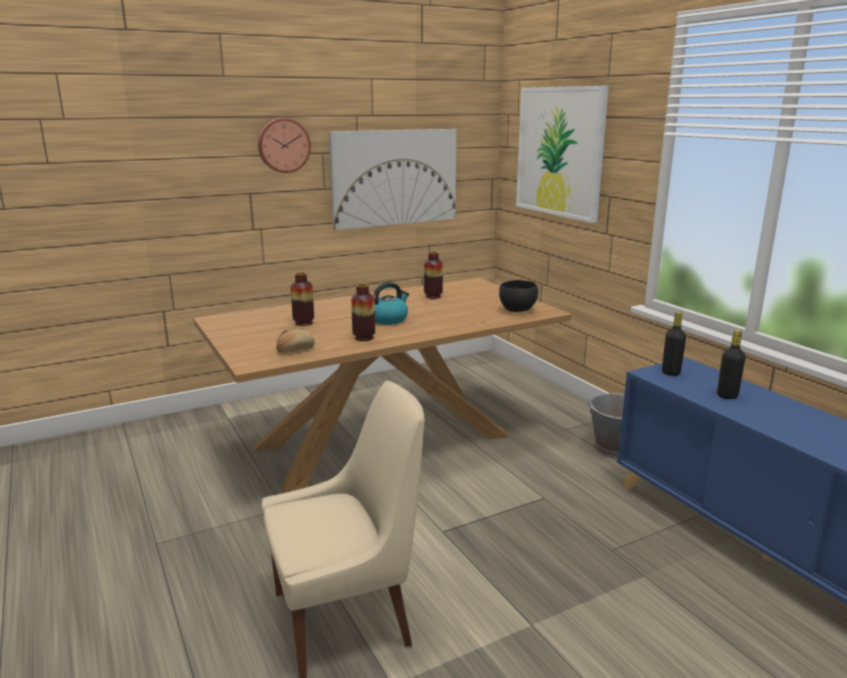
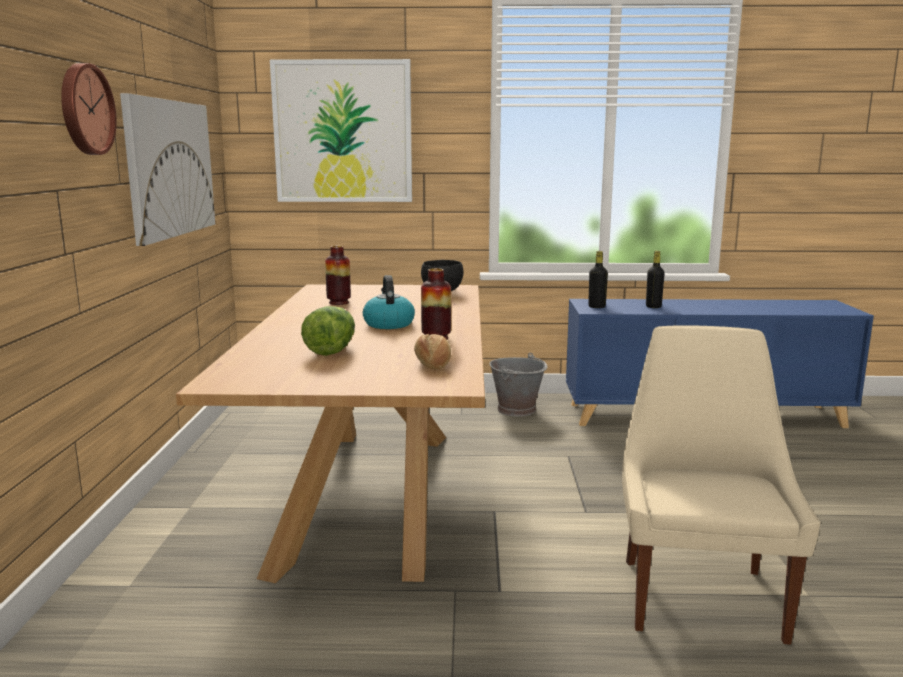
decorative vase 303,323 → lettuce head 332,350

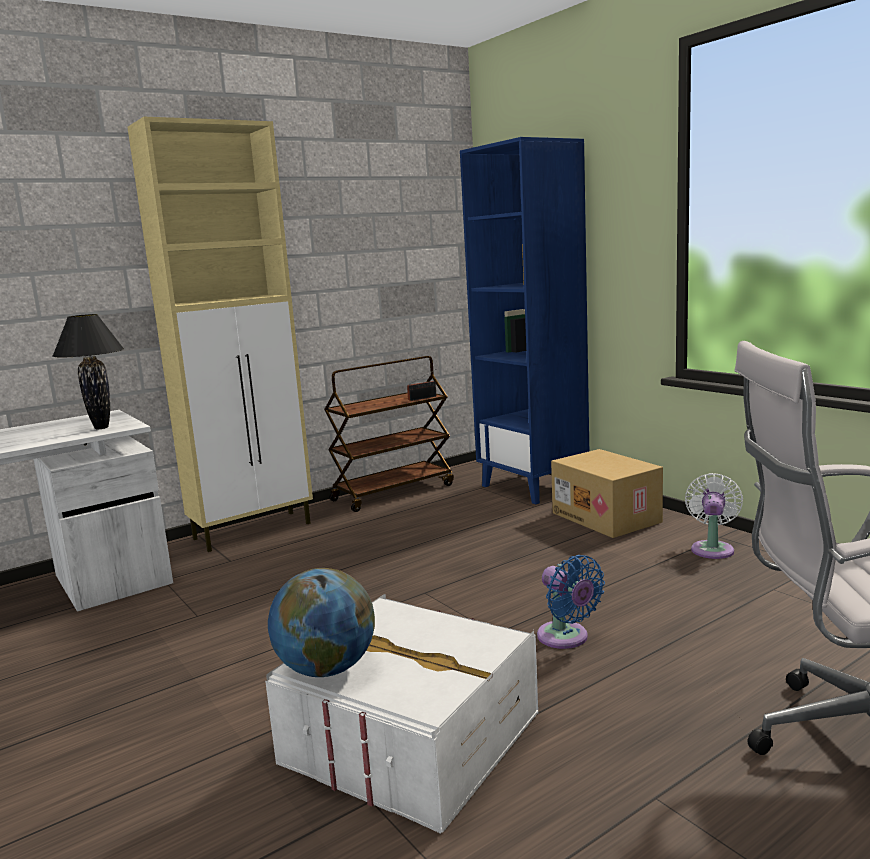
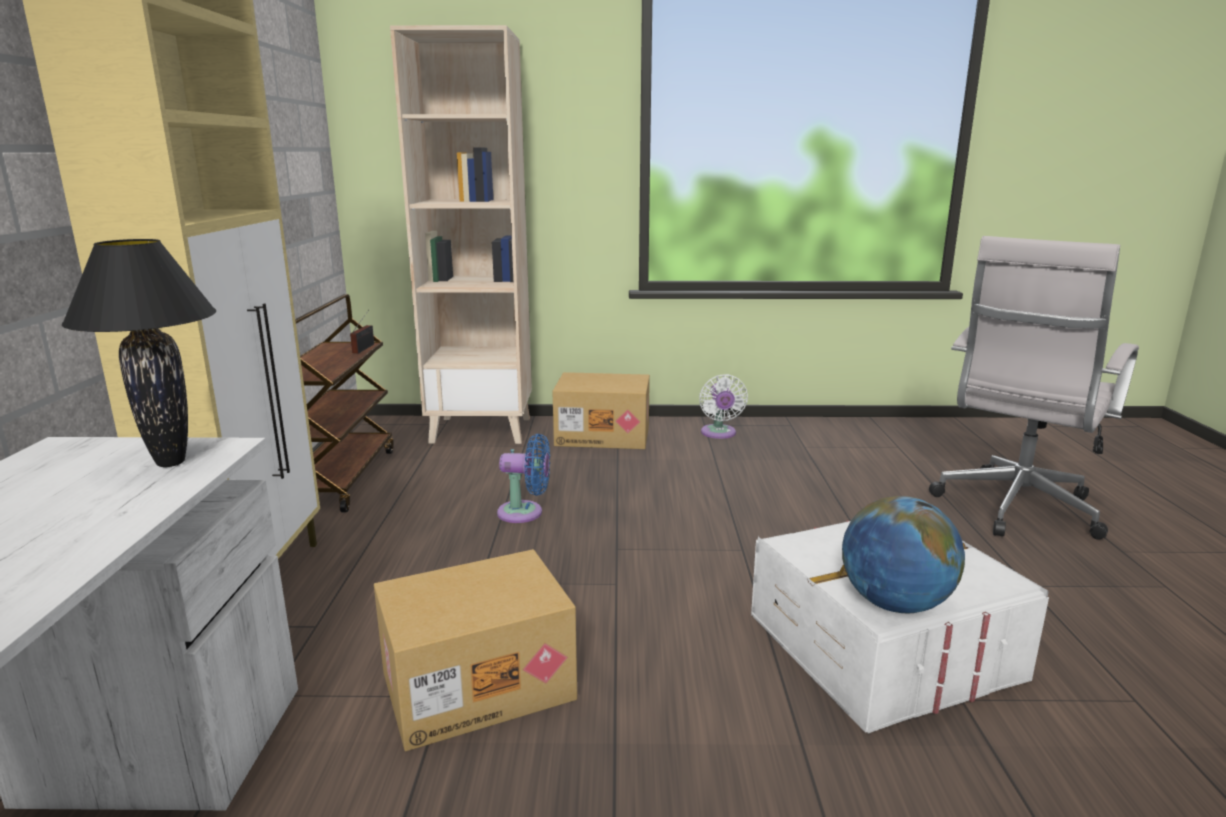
- → cardboard box 478,684
blue fan 566,638 → blue fan 525,513, move
blue bookshelf 534,487 → beige-coloured bookshelf 482,430
whitish fan 712,548 → whitish fan 719,434, 150 degrees counterclockwise

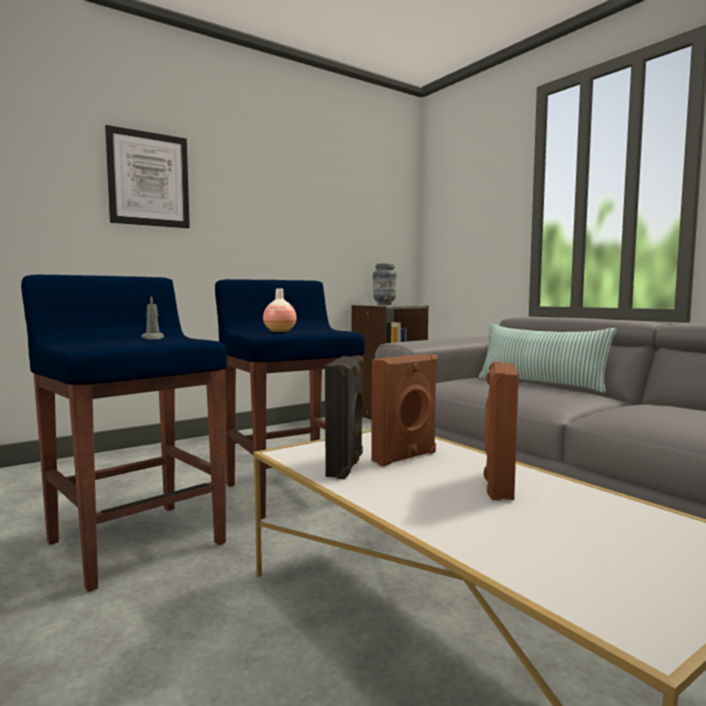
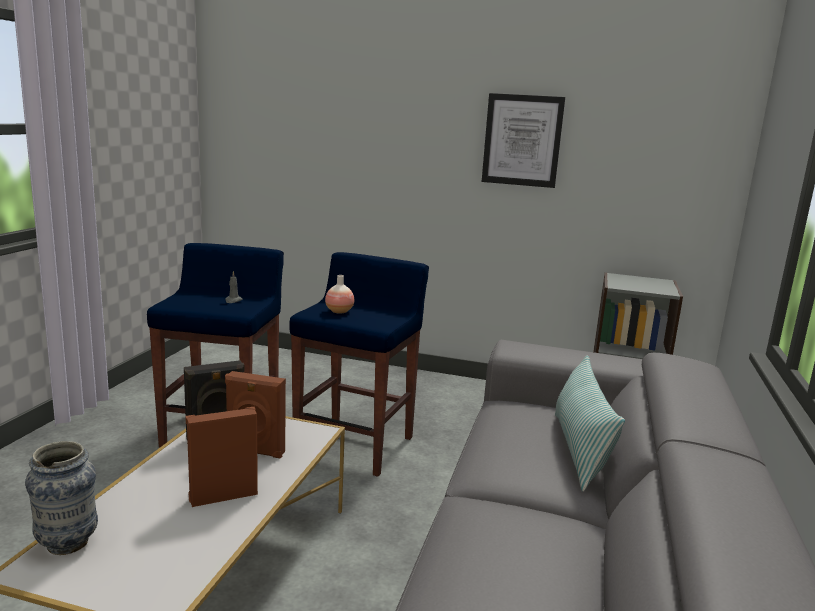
wall picture 148,179 → wall picture 522,140, move
decorative vase 384,304 → decorative vase 67,544, move

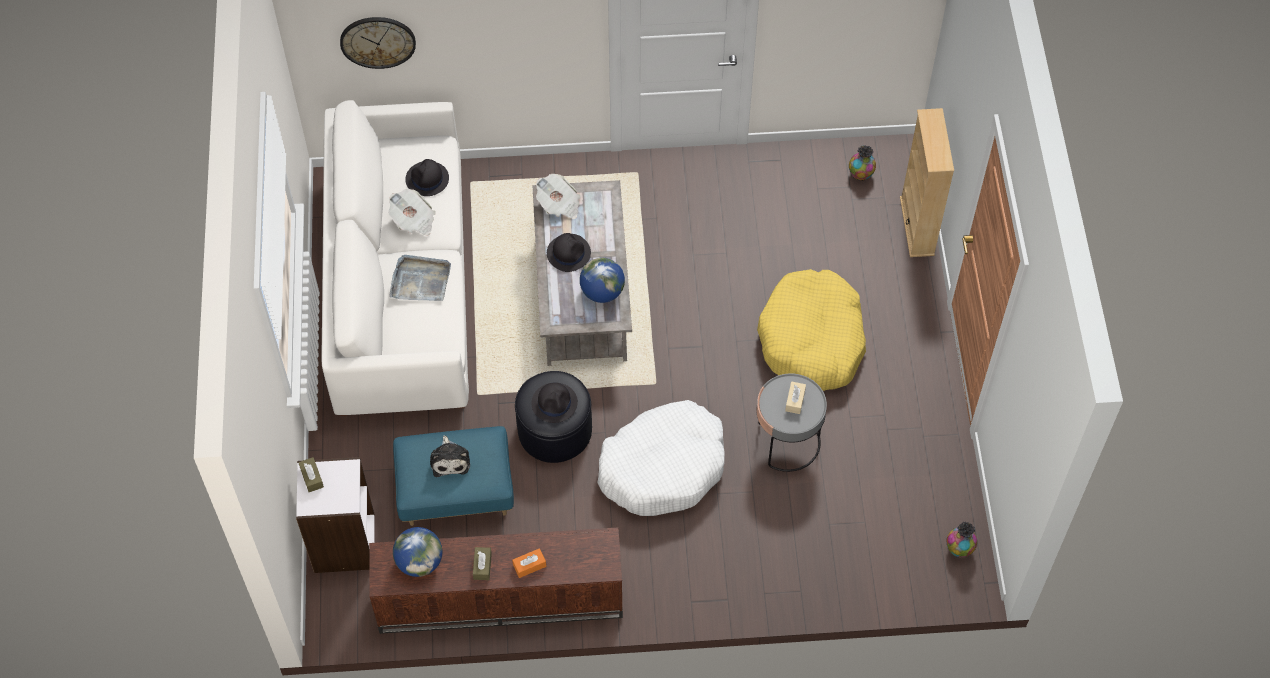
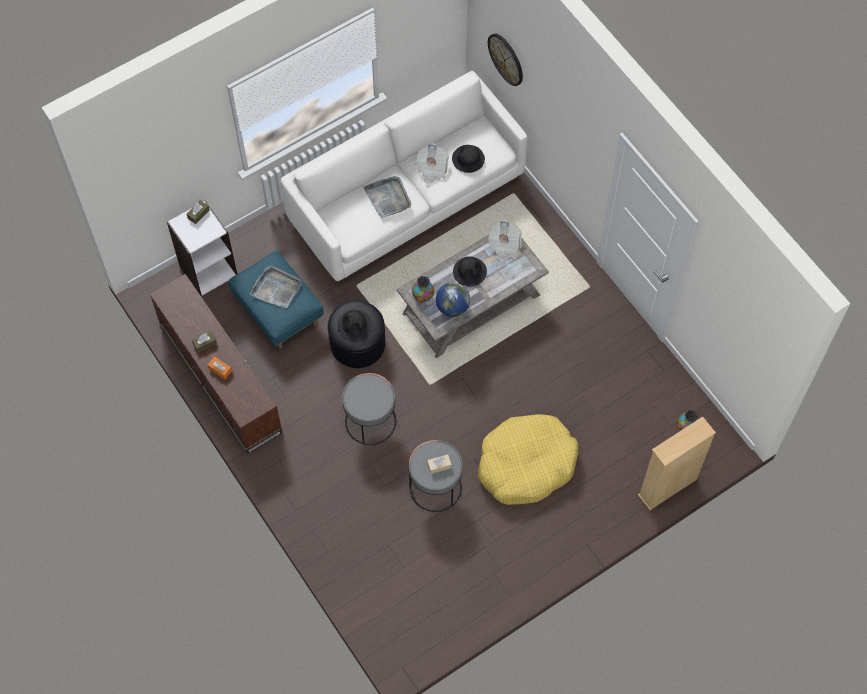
world globe 419,562 → -
decorative vase 959,549 → decorative vase 423,297, move
cuddly toy 450,460 → greyish carrying tray 276,288
whitish pet bed 663,466 → greyish end table 370,421

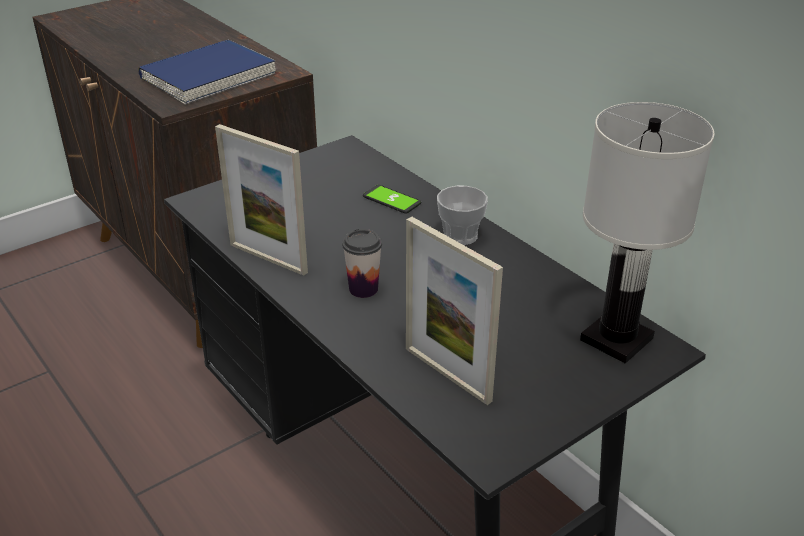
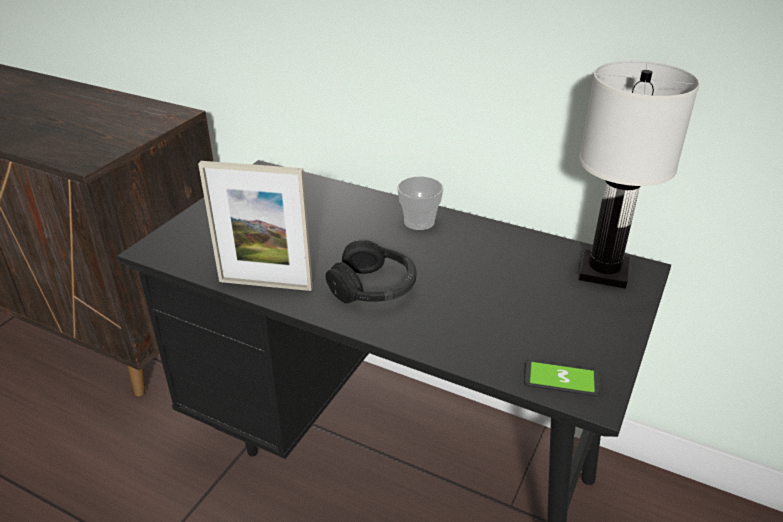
blue volume 208,77 → -
standing frame 447,374 → -
phone 391,200 → phone 561,379, move
cup 363,289 → black-coloured pair of headphones 374,288

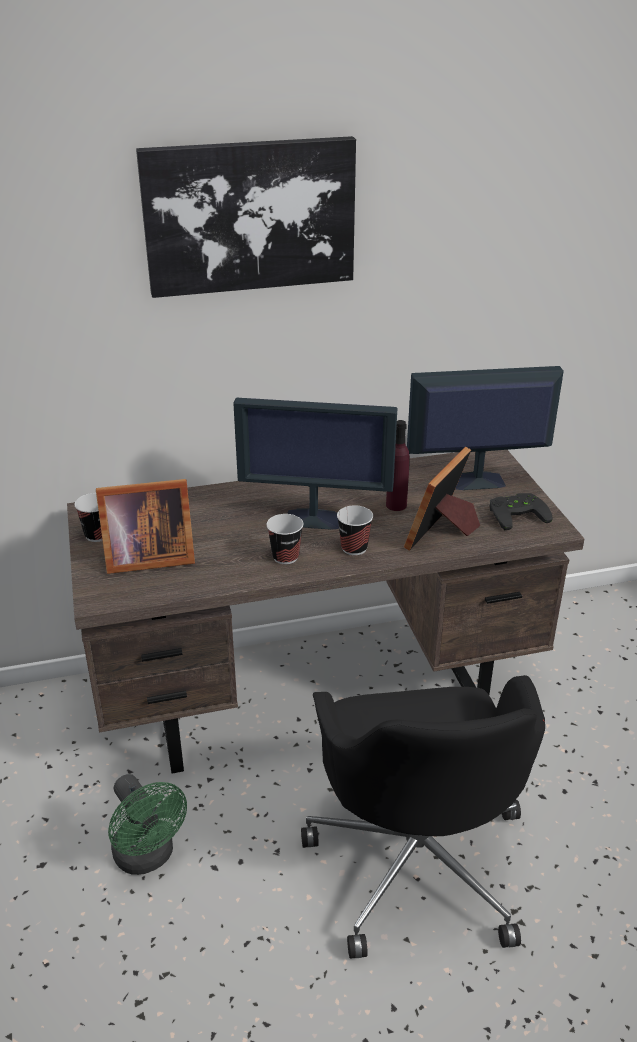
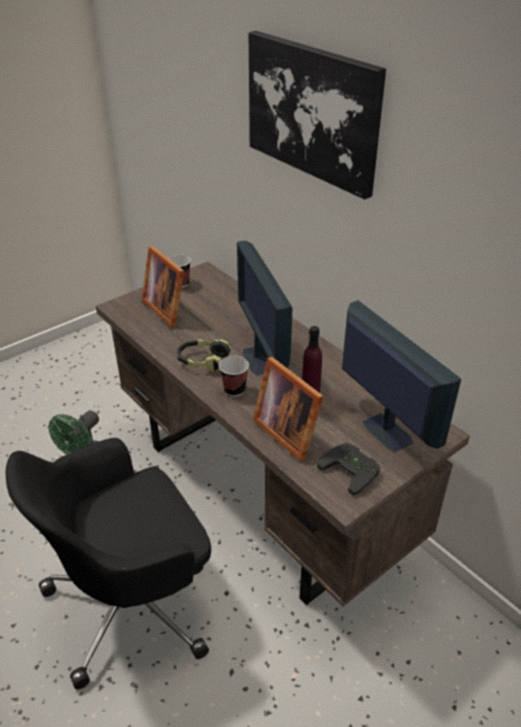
cup 285,557 → pair of headphones 203,362
standing frame 442,533 → standing frame 288,431, 135 degrees counterclockwise

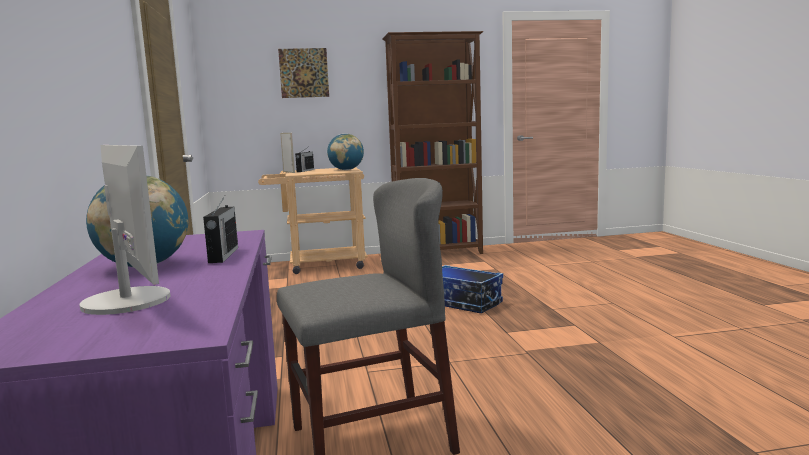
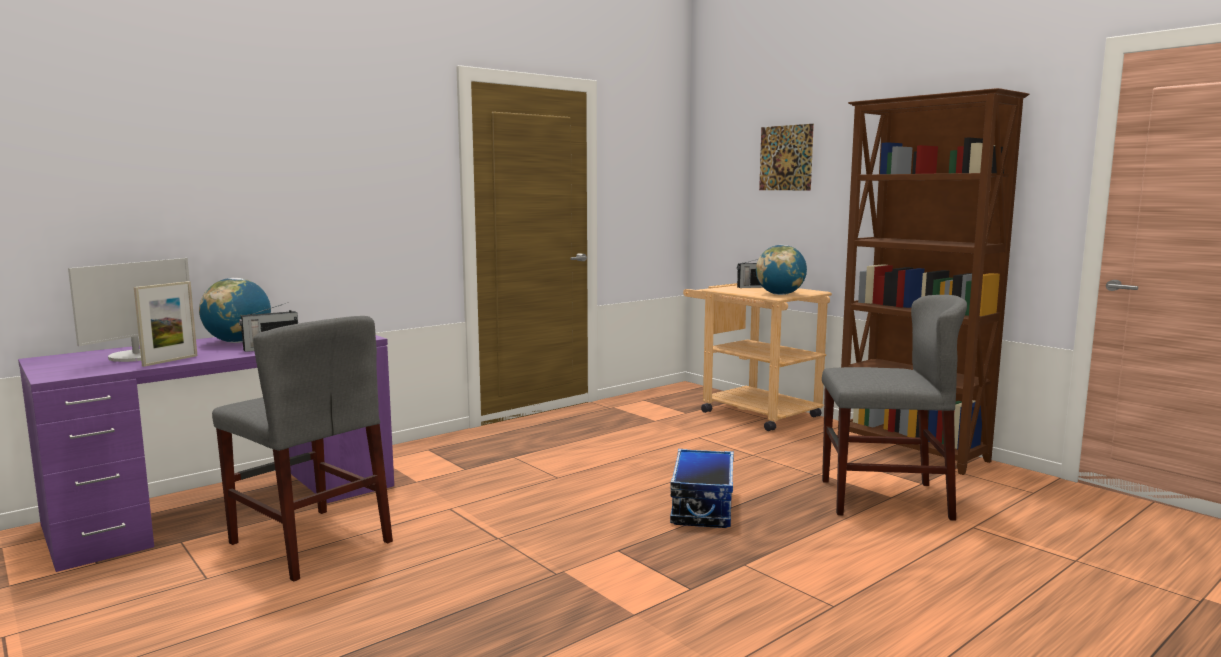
- → greyish upright chair 884,499
standing frame 289,172 → standing frame 170,361, move

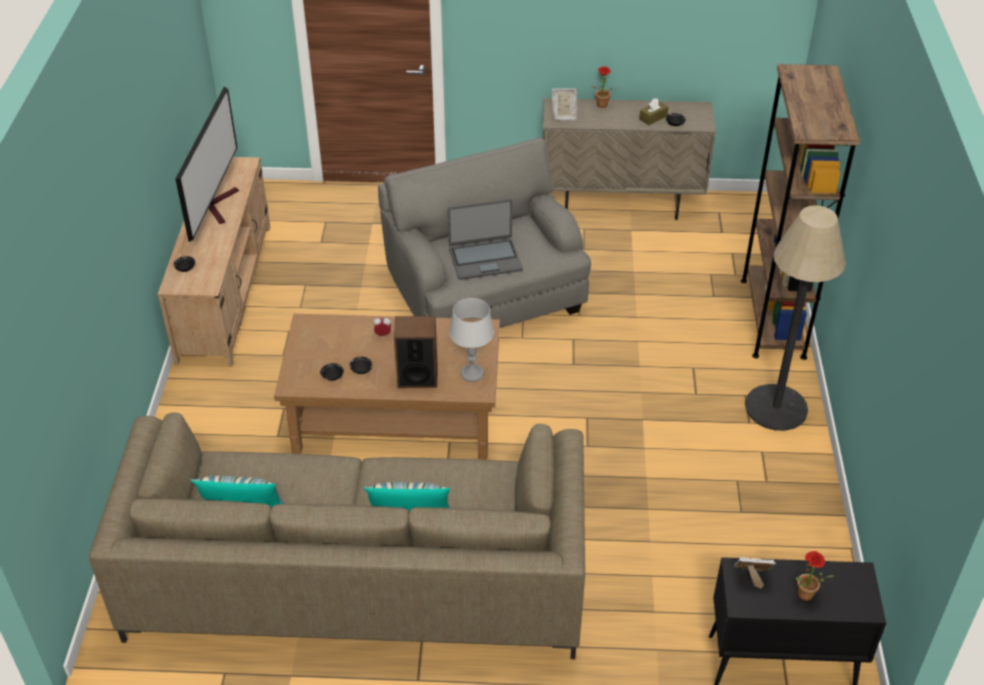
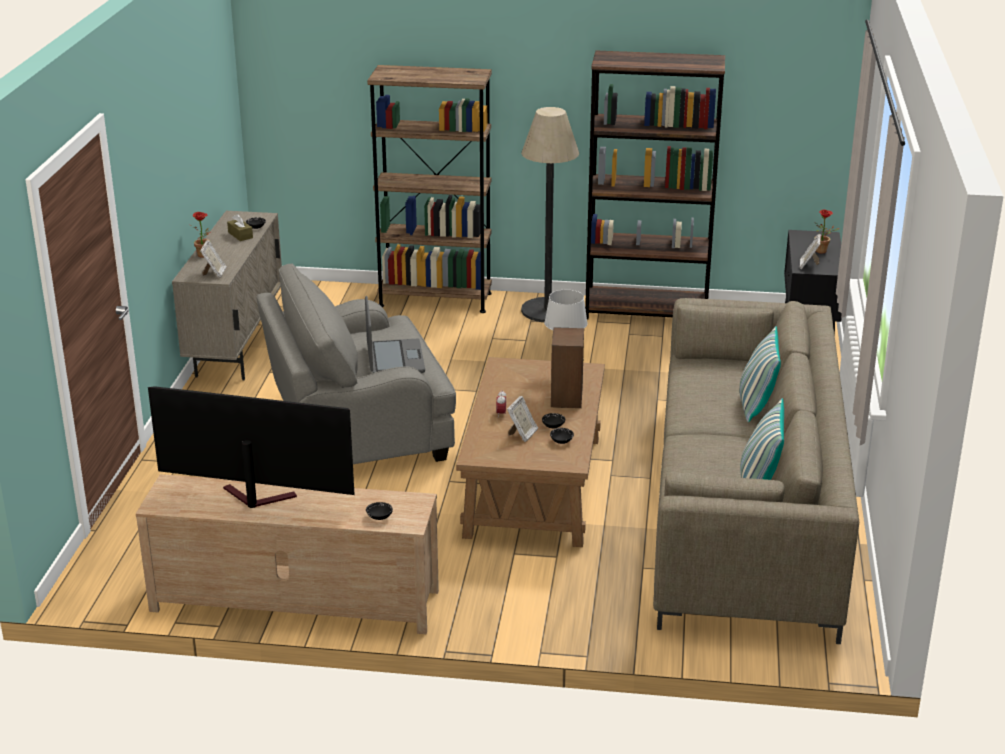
- → standing frame 522,434
- → brownish bookshelf 647,312

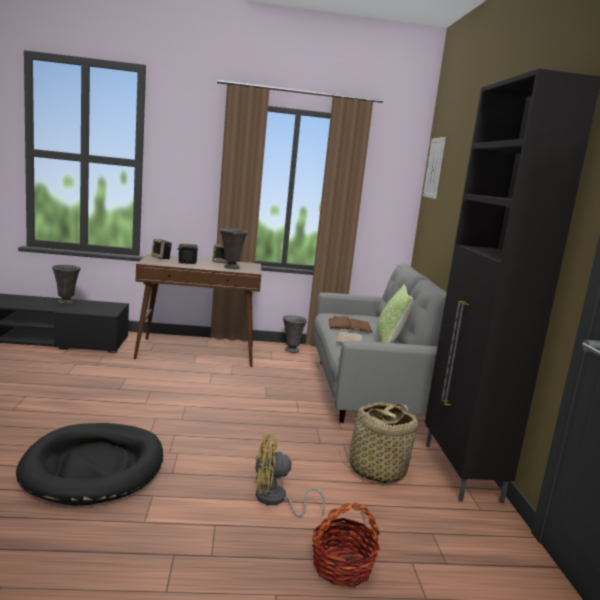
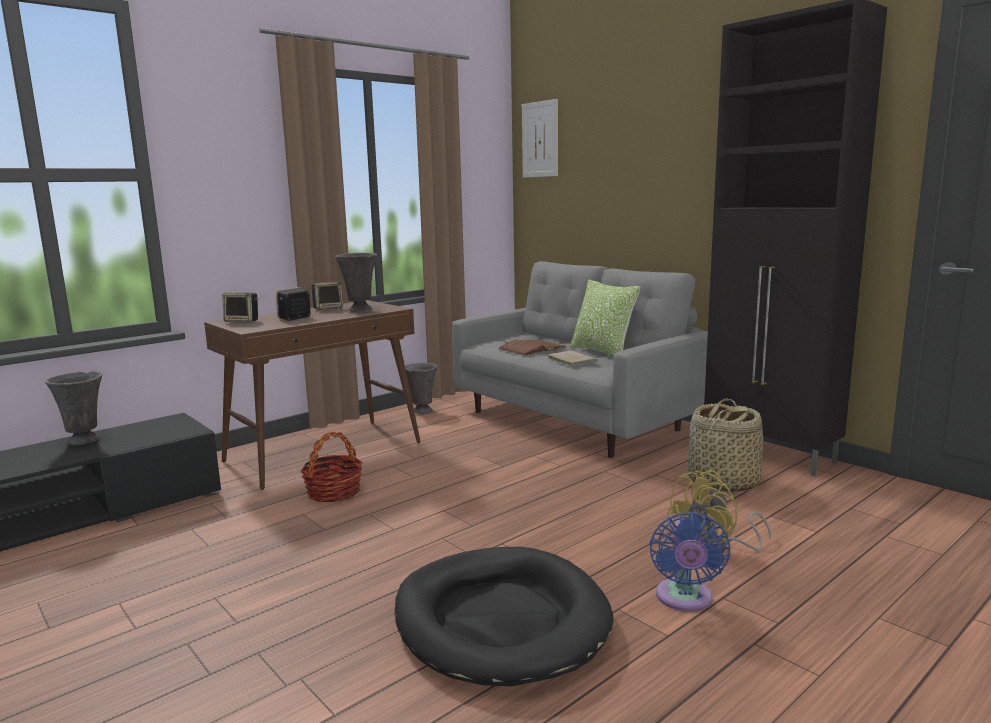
- → blue fan 684,599
storage basket 342,566 → storage basket 334,492, move

